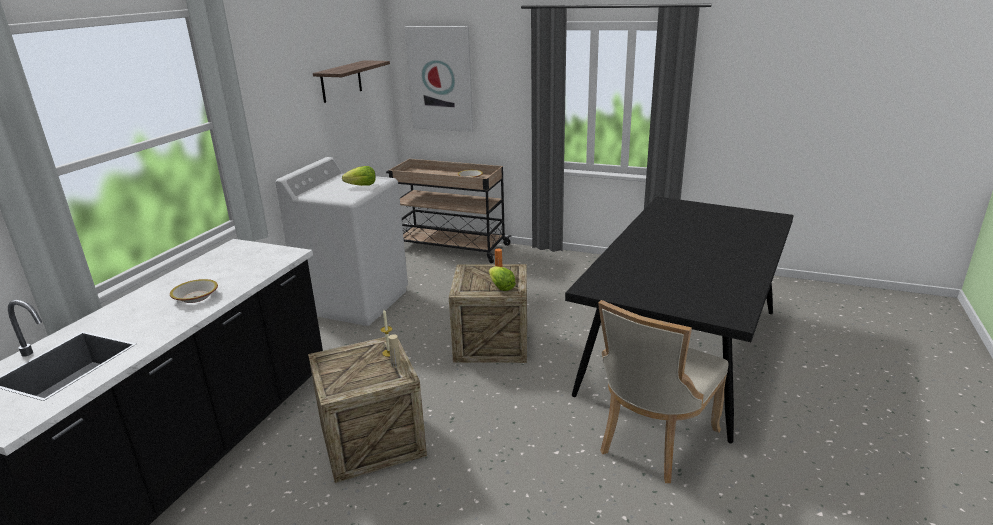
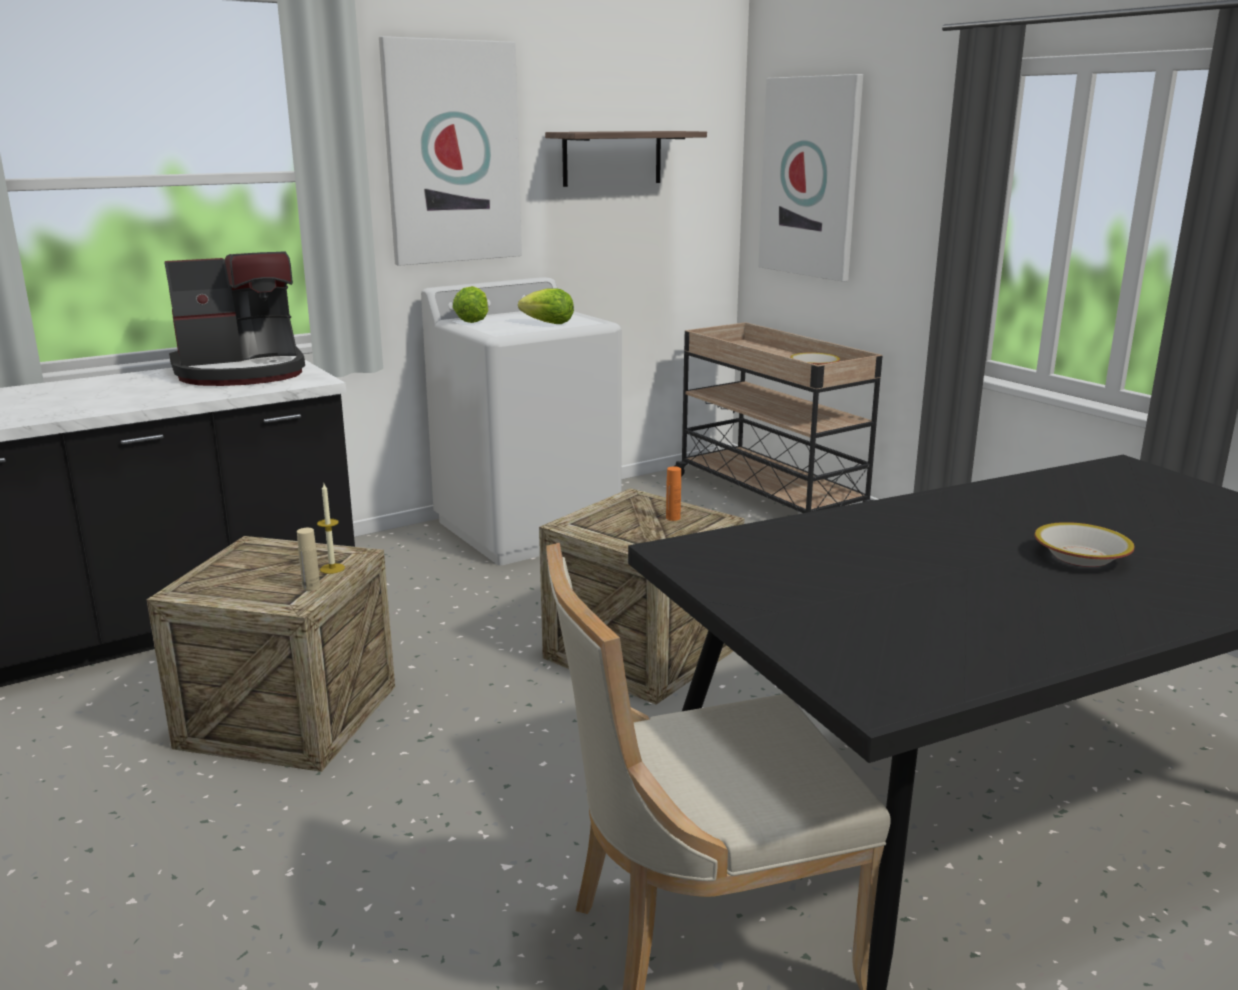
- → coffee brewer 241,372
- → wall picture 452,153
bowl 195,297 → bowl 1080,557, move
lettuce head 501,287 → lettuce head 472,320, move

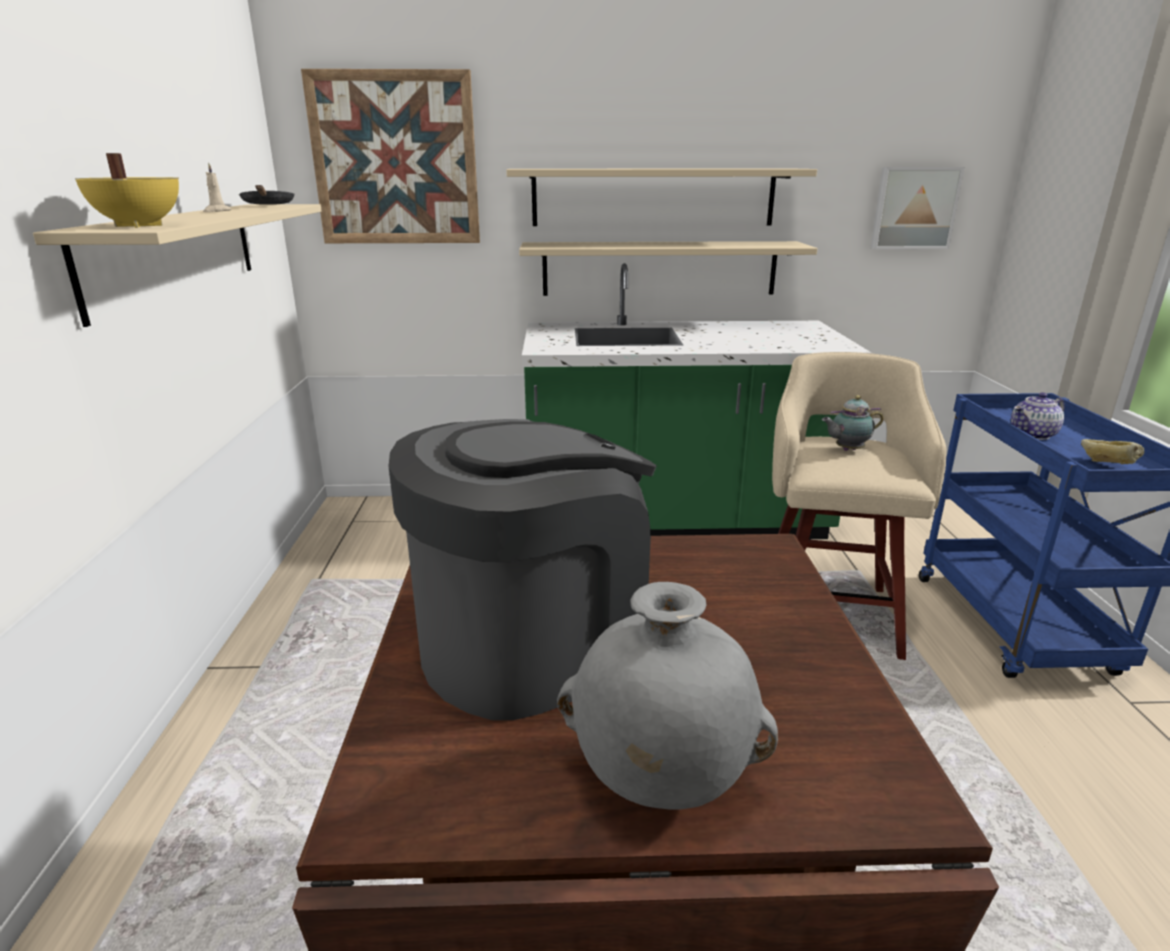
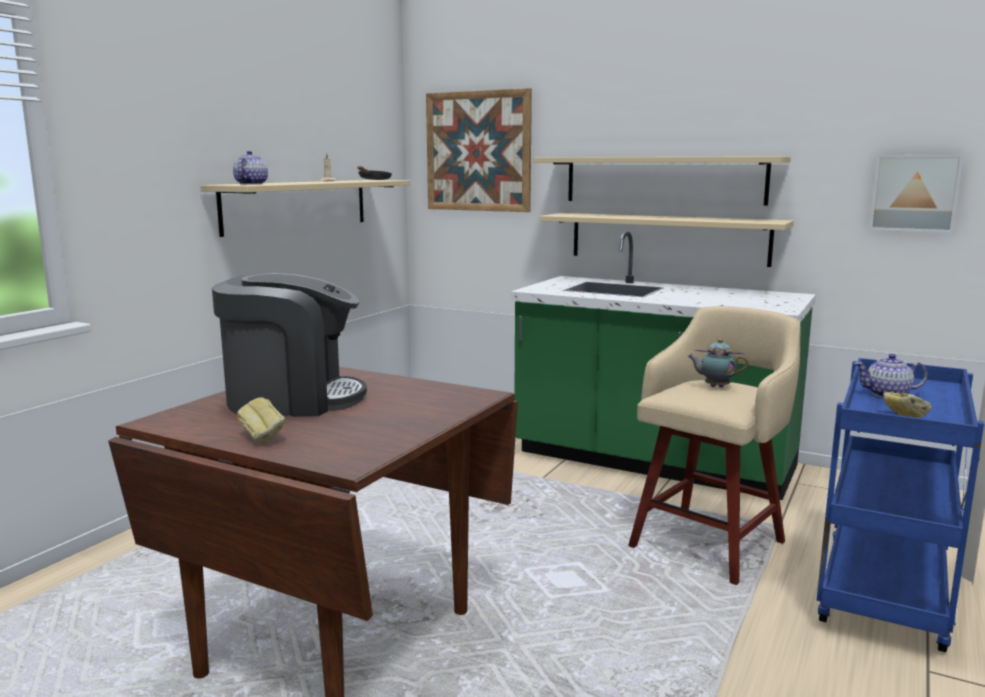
yellow cooking pot 137,226 → teapot 250,184
greyish decorative vase 659,782 → bread 263,438

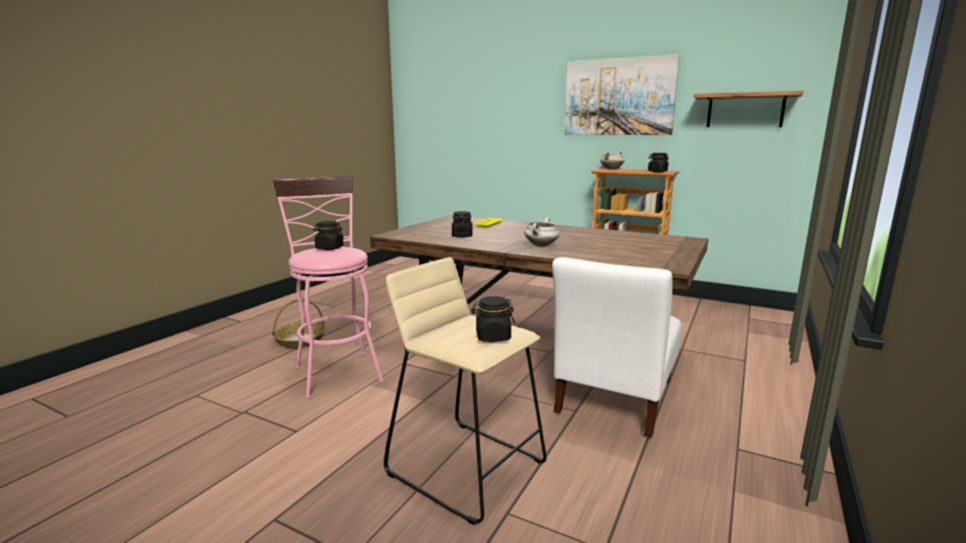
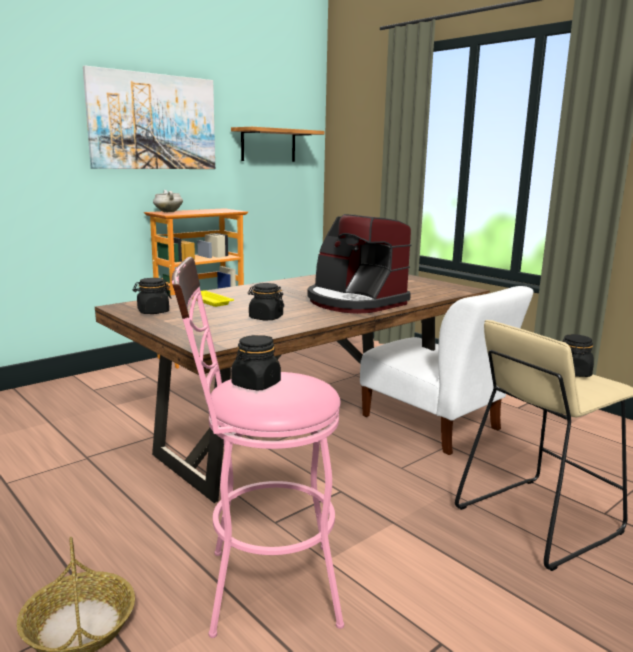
black-coloured jar 657,172 → black-coloured jar 153,312, move
whitish cooking pot 541,246 → coffee brewer 354,302

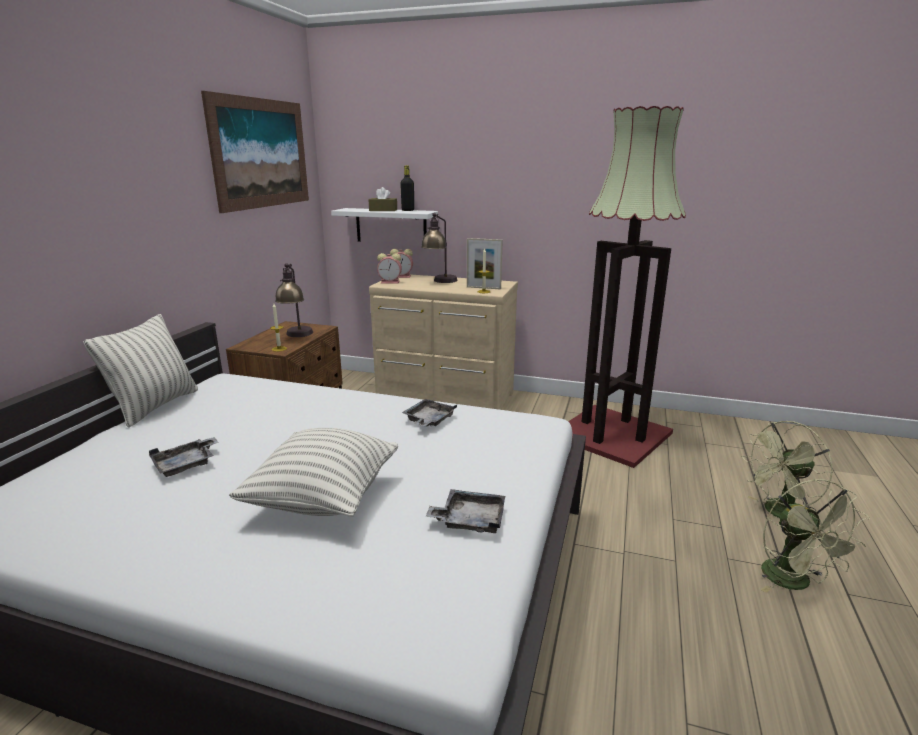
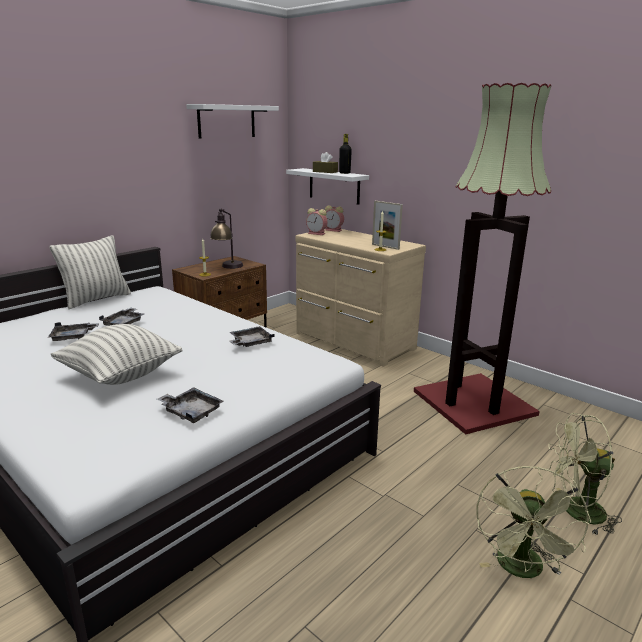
table lamp 440,282 → -
- → greyish carrying tray 124,323
wall picture 261,153 → whitish wall shelf 226,121

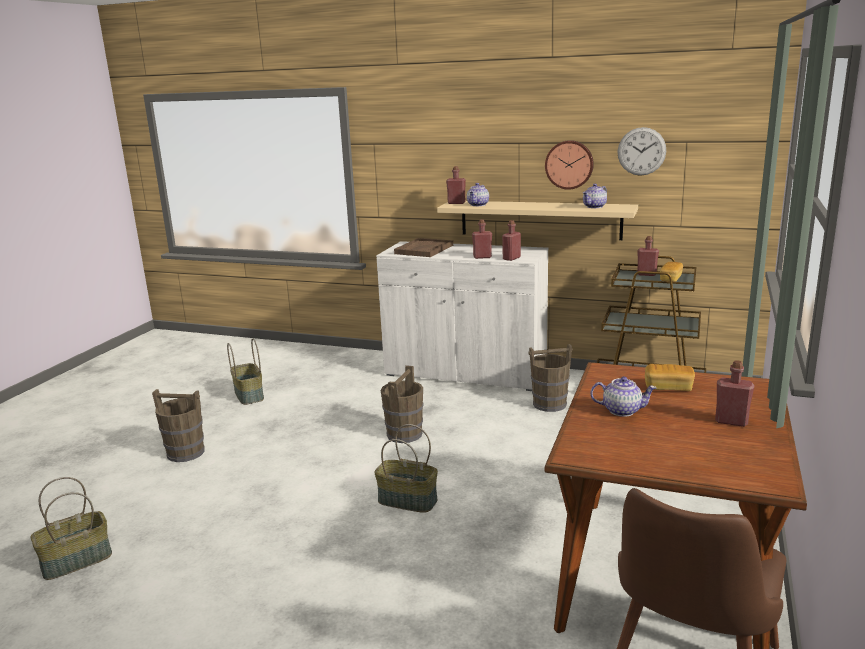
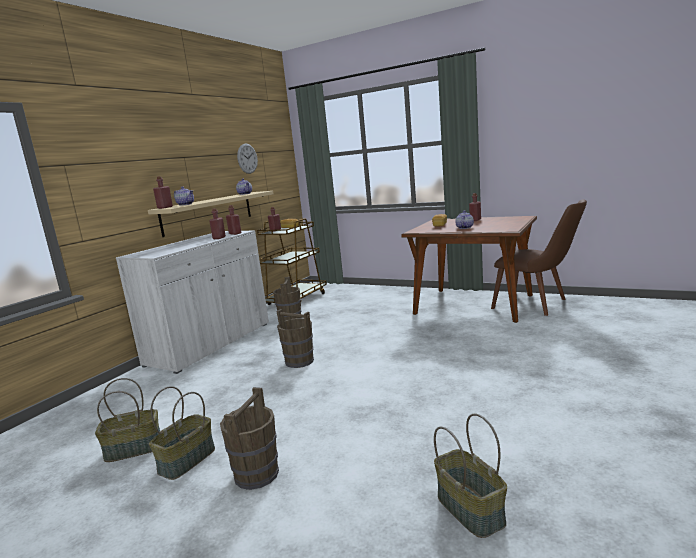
brownish carrying tray 424,249 → -
wall clock 569,164 → -
storage basket 406,501 → storage basket 187,461, move

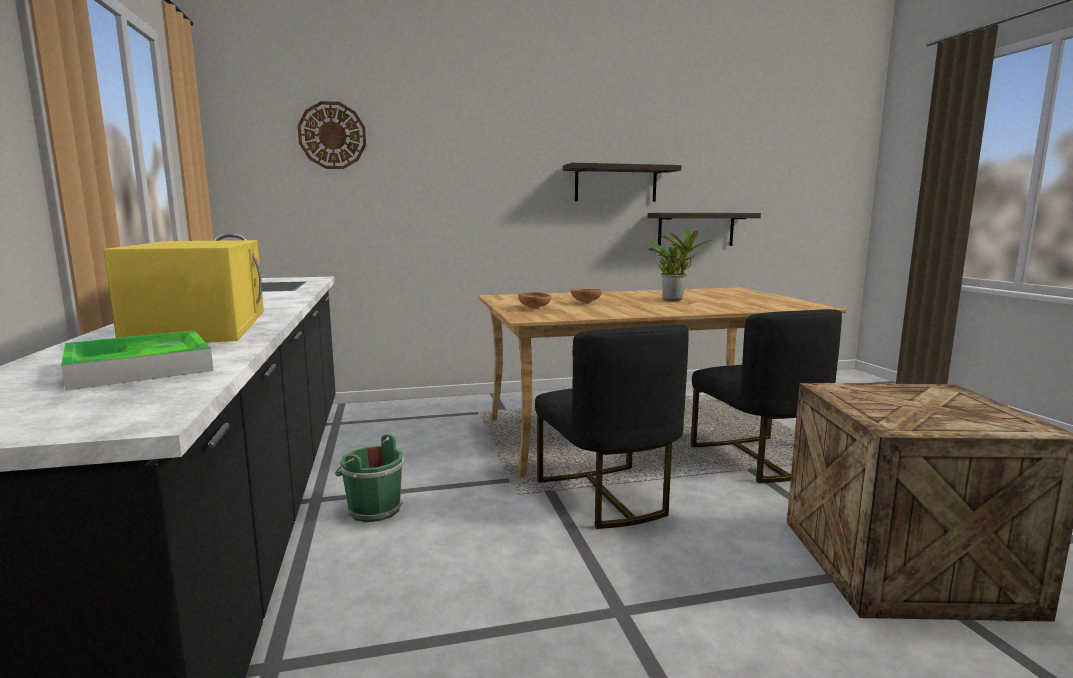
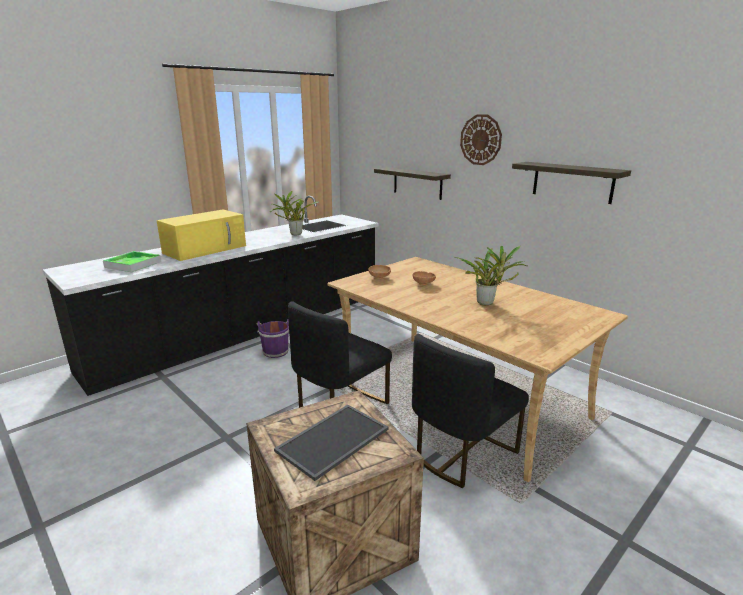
- → houseplant 294,234
- → carrying tray 332,438
wall clock 332,135 → wall clock 481,140, move
wall shelf 696,229 → wall shelf 417,183, move
green-coloured bucket 372,509 → purple bucket 275,351

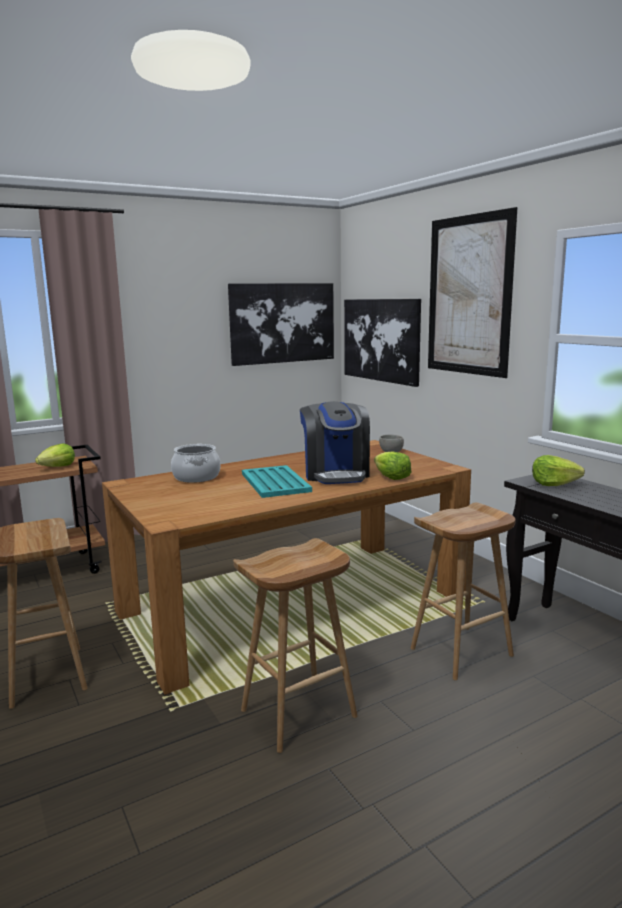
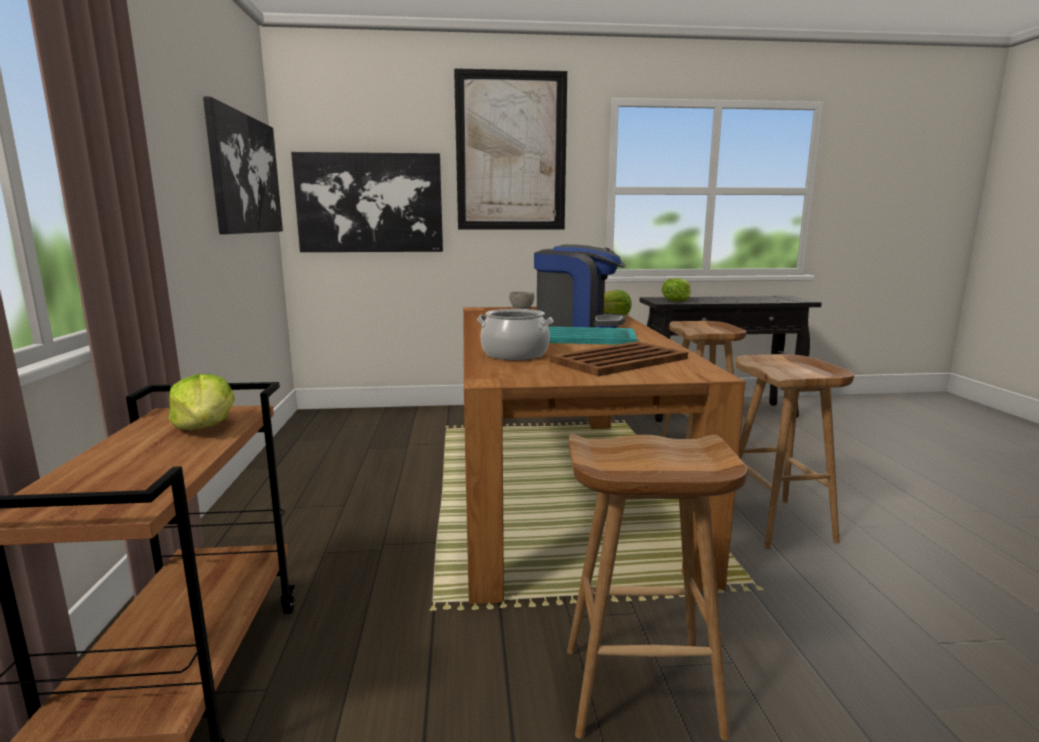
- → brownish carrying tray 620,360

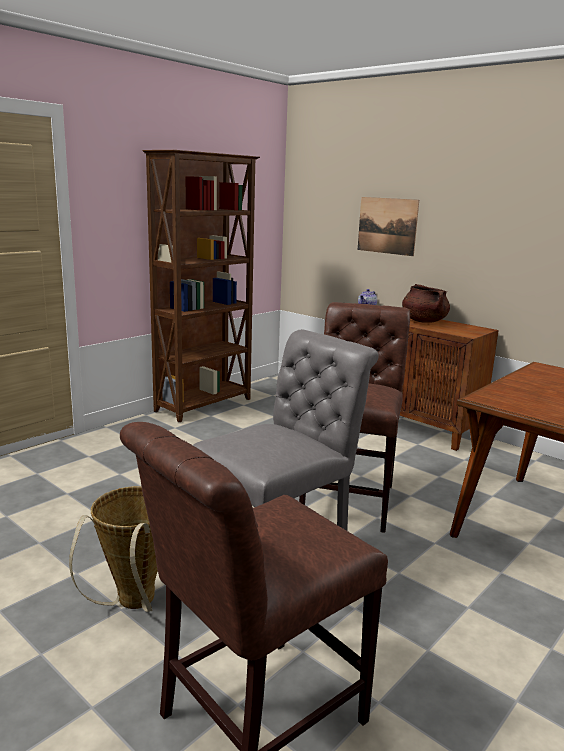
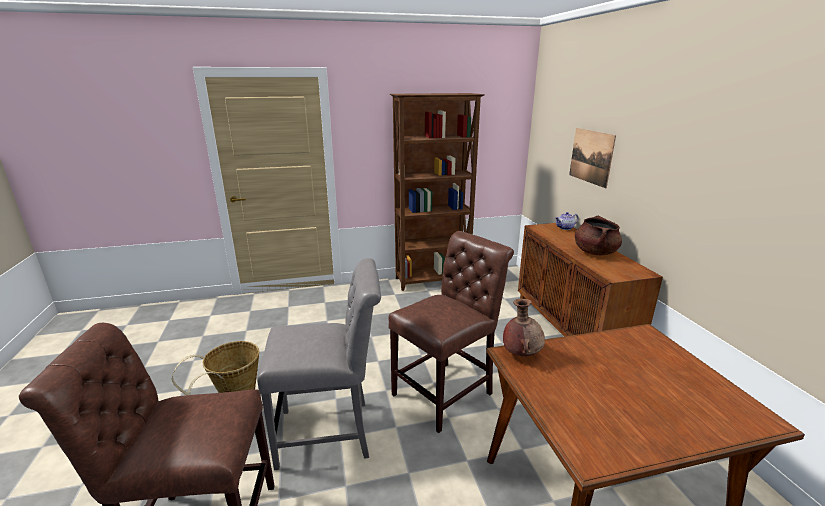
- → brownish decorative vase 521,354

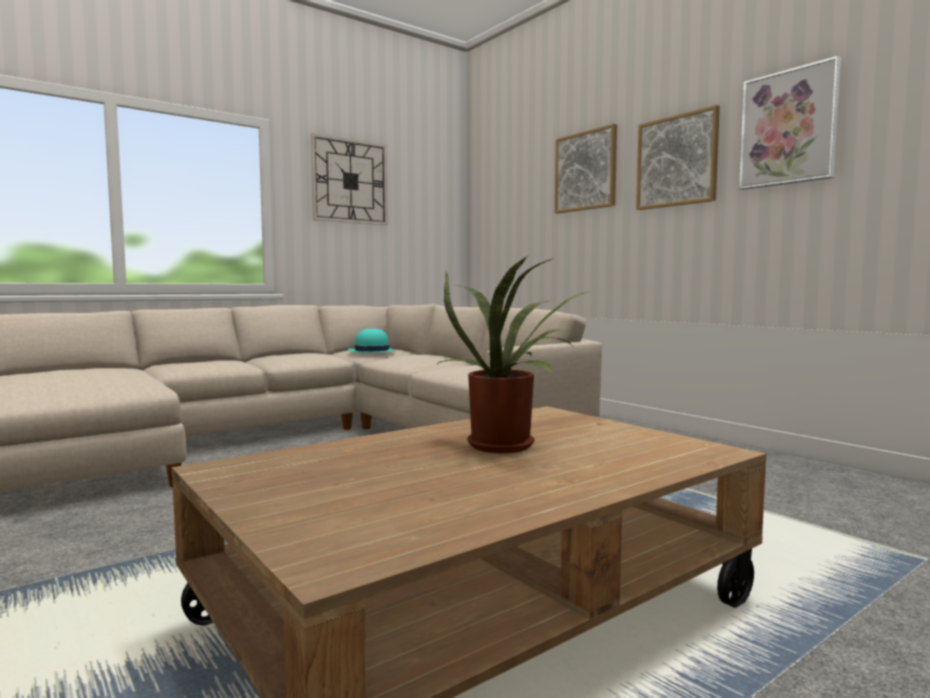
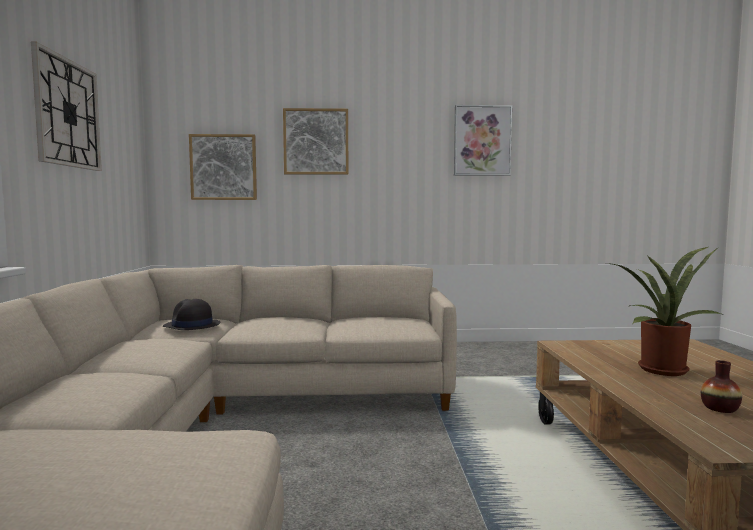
- → decorative vase 720,408
wall picture 677,161 → wall picture 223,167, move
turquoise wearable hat 371,351 → black-coloured wearable hat 192,325

